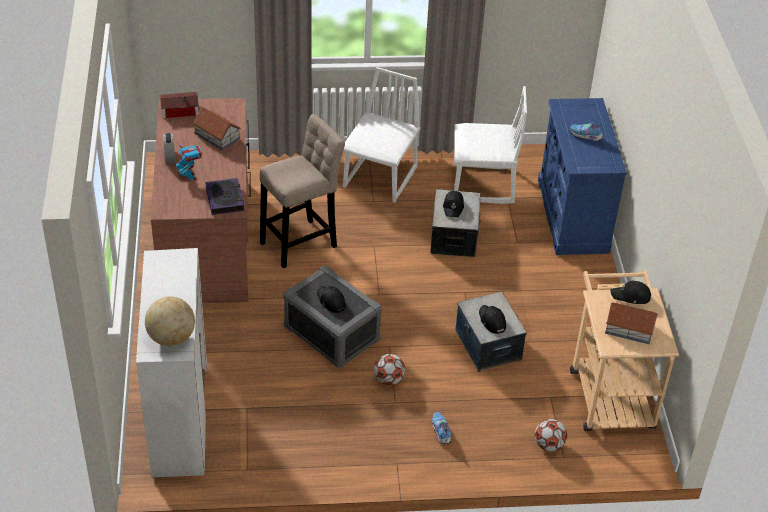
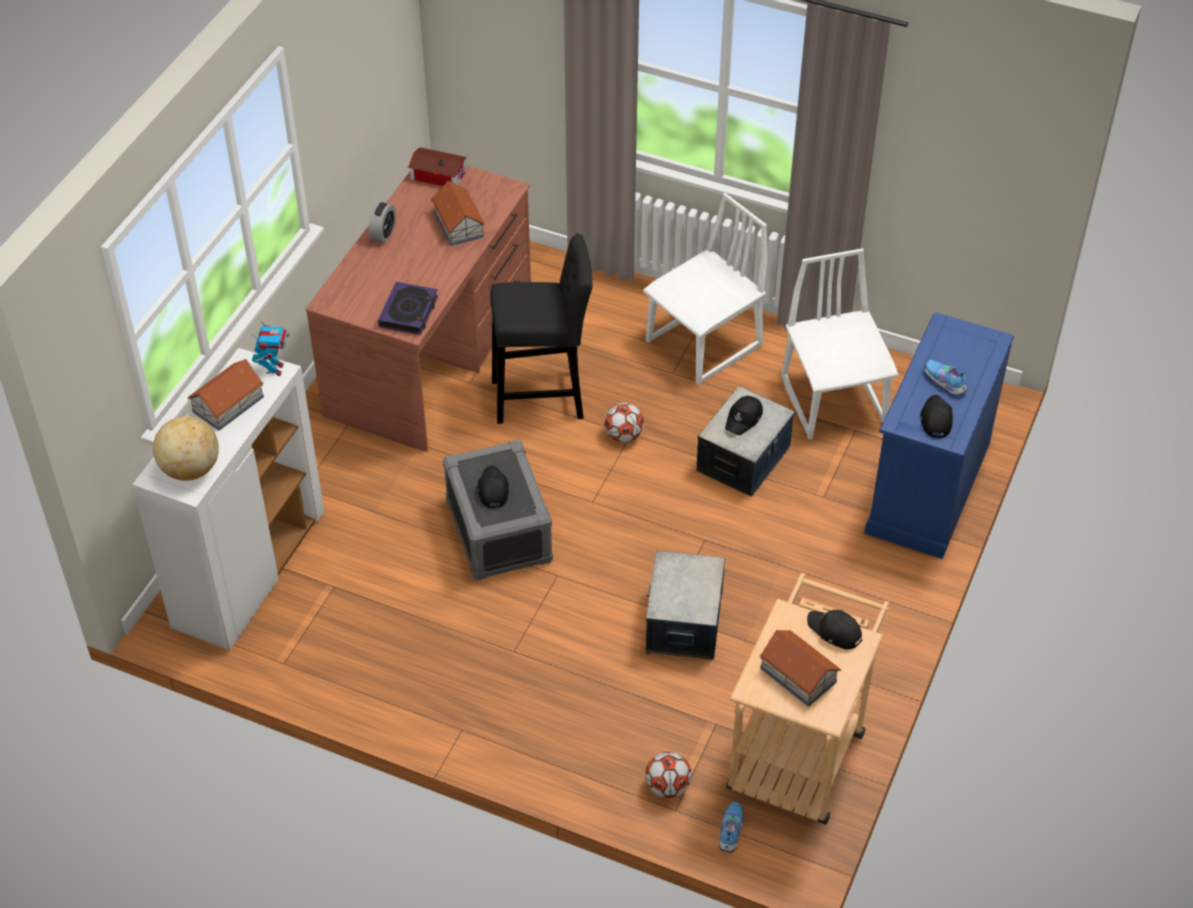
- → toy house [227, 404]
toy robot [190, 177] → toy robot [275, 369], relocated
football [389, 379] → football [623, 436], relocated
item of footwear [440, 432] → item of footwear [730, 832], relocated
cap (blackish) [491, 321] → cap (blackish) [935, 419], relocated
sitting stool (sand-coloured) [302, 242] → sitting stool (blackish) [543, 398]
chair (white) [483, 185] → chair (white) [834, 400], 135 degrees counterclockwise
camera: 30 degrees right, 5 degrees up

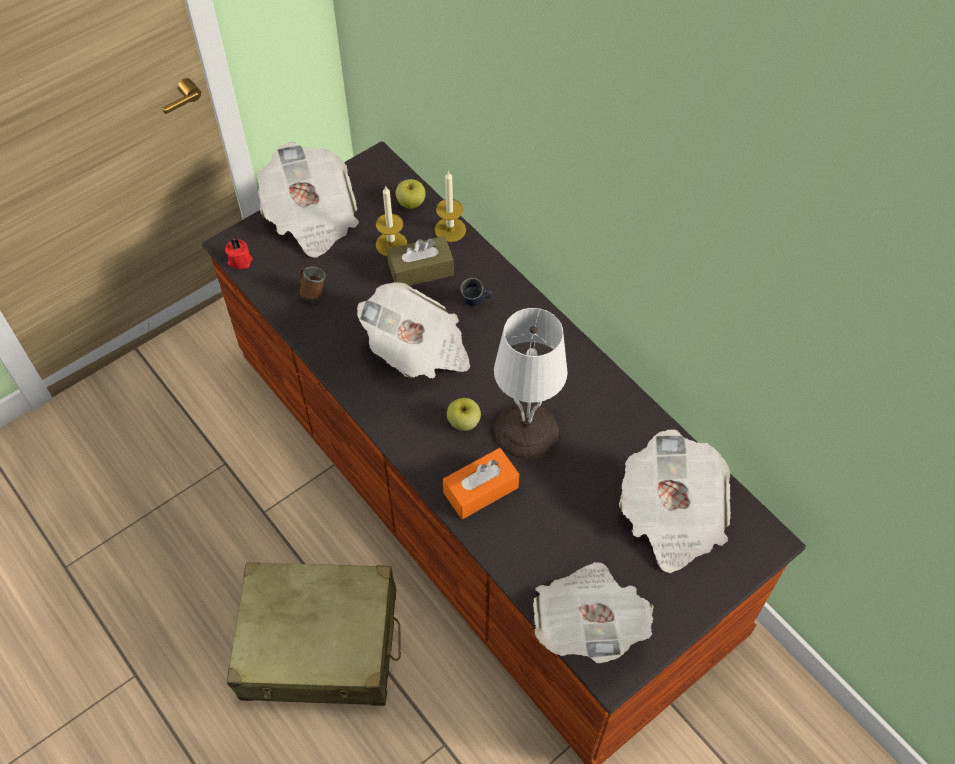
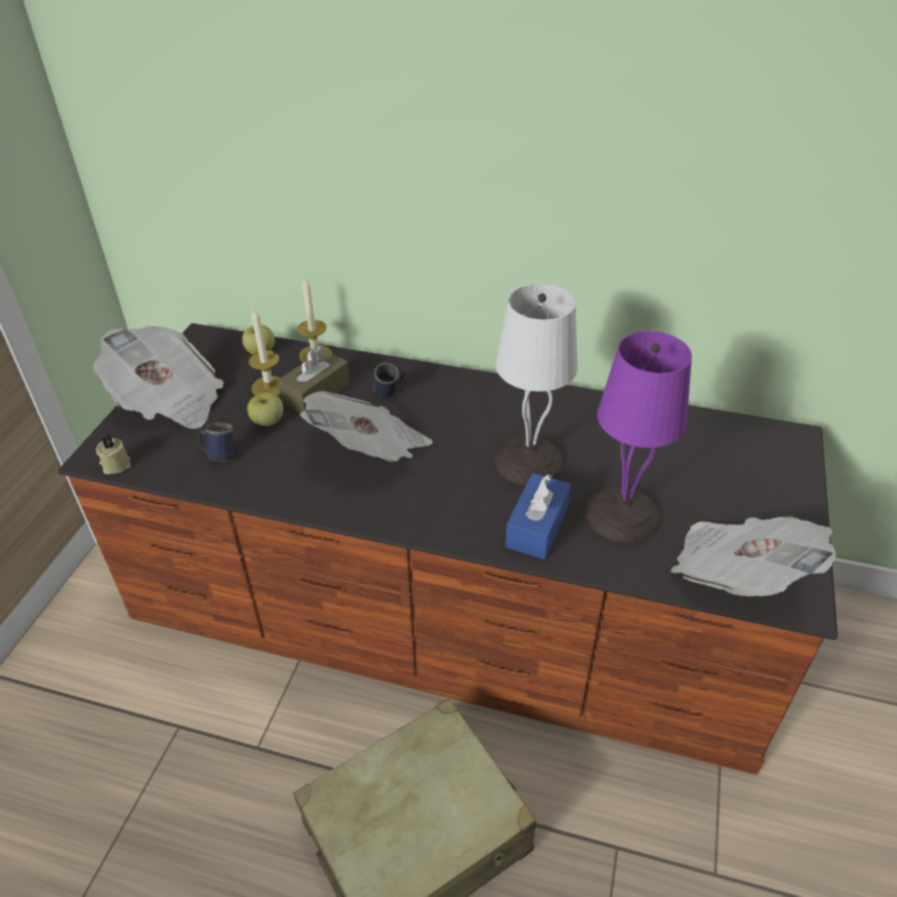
printed paper [671, 516] → -
- → tabletop lamp (purplish) [622, 516]
apple [463, 422] → apple [268, 421], relocated
candle (red) [240, 260] → candle (sand-coloured) [115, 465]
mug (brownish) [311, 291] → mug (blue) [219, 455]
tissue holder (orange) [480, 490] → tissue holder (blue) [537, 526]
camera: 35 degrees left, 15 degrees down

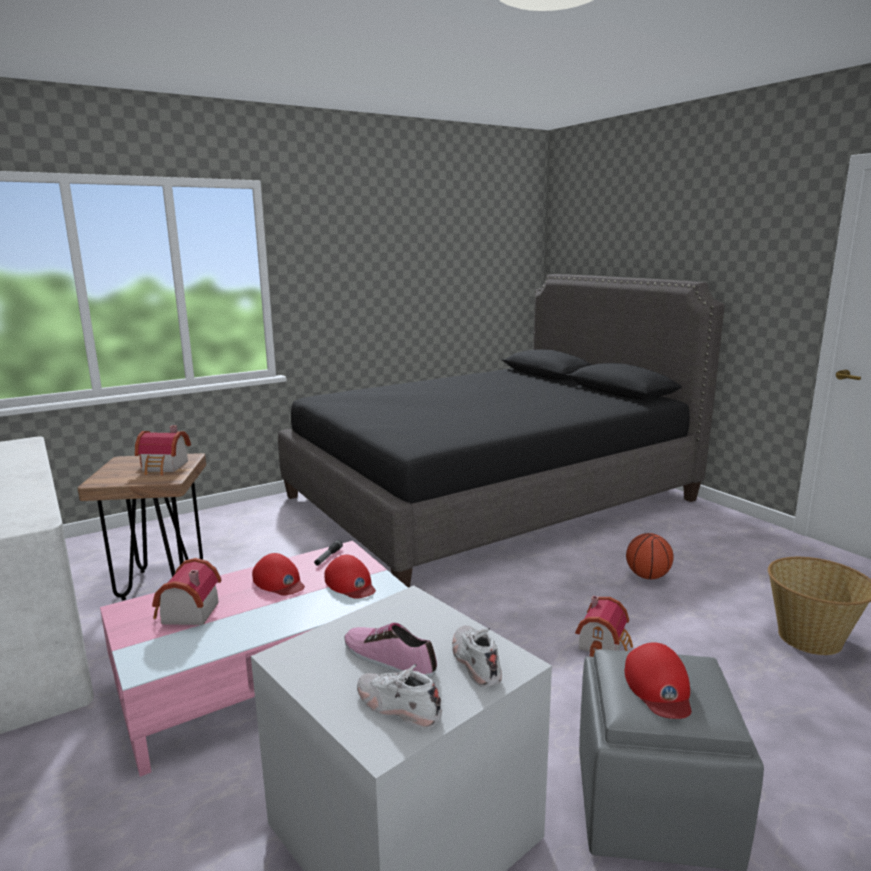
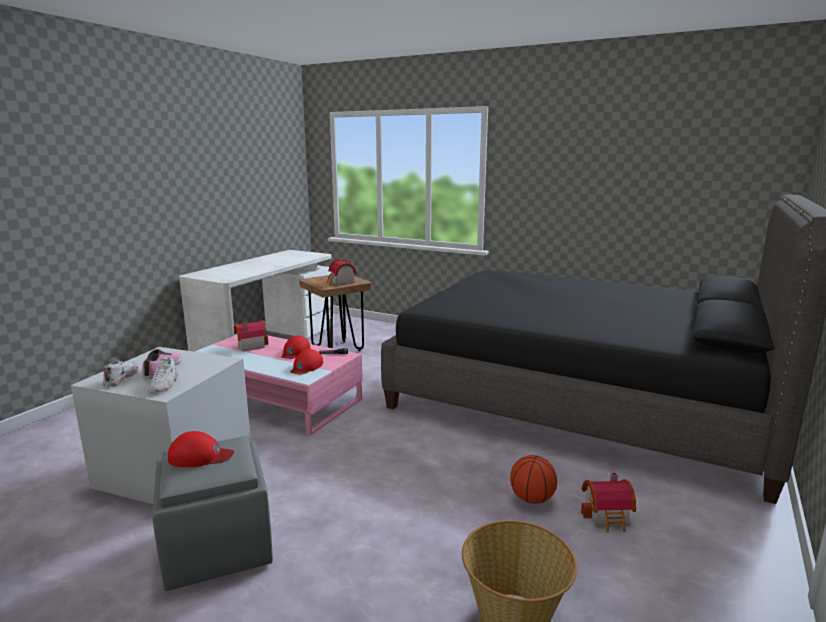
toy house [605, 644] → toy house [608, 517], relocated
item of footwear (white) [474, 661] → item of footwear (white) [164, 385], 135 degrees clockwise
cap (red) [658, 687] → cap (red) [200, 456], 150 degrees counterclockwise
camera: 60 degrees right, 0 degrees up

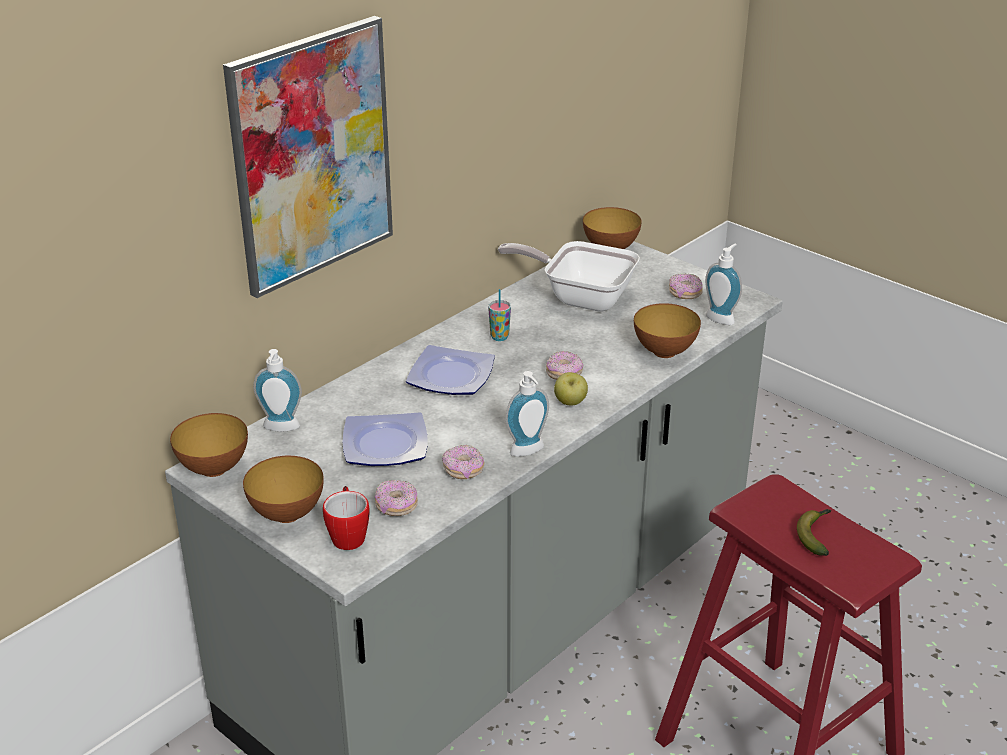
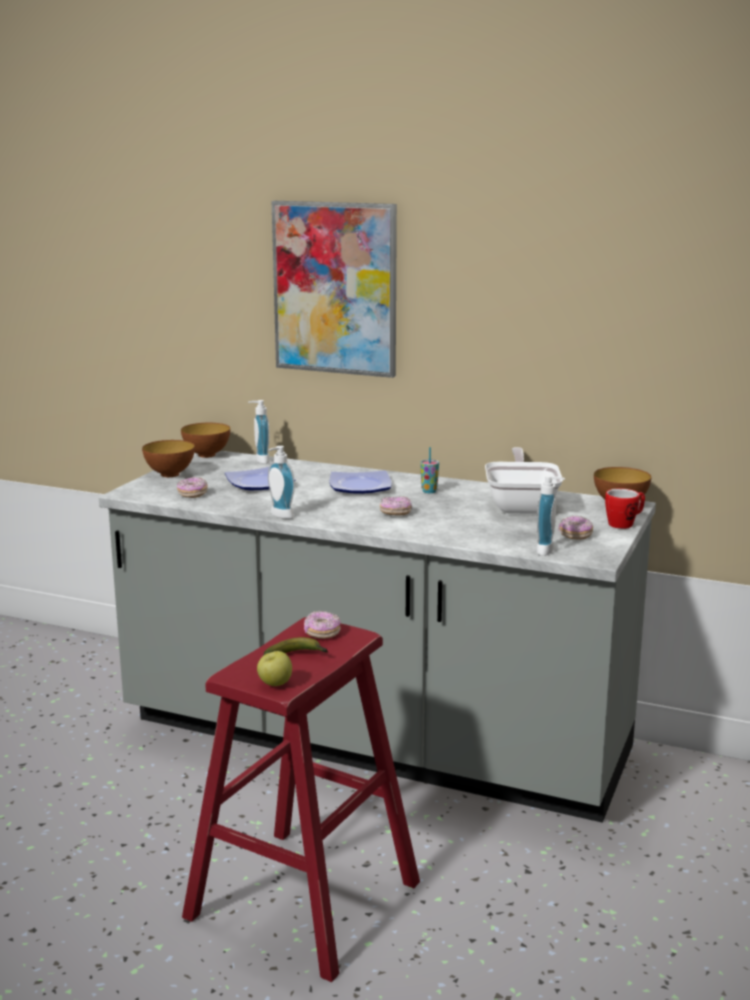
bowl [664, 352] → -
mug [348, 535] → mug [625, 524], relocated
ring doughnut [463, 470] → ring doughnut [322, 633], relocated
apple [570, 403] → apple [275, 684], relocated
camera: 70 degrees right, 15 degrees down

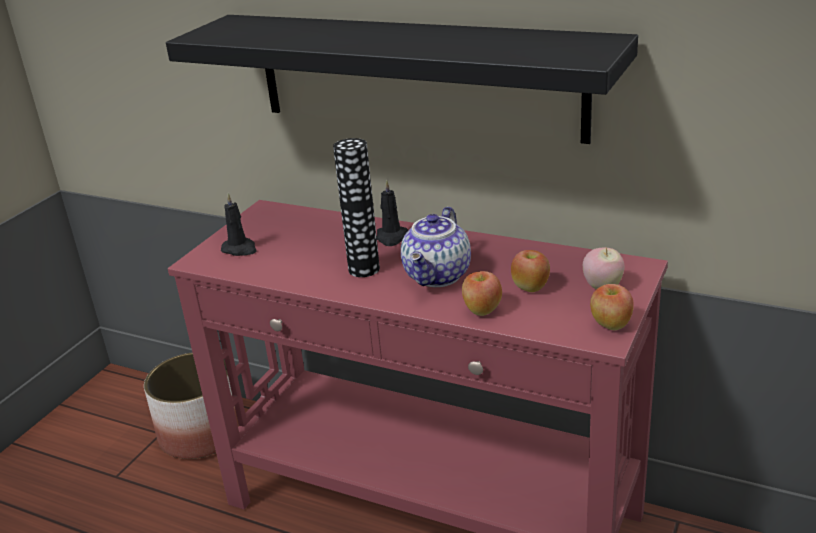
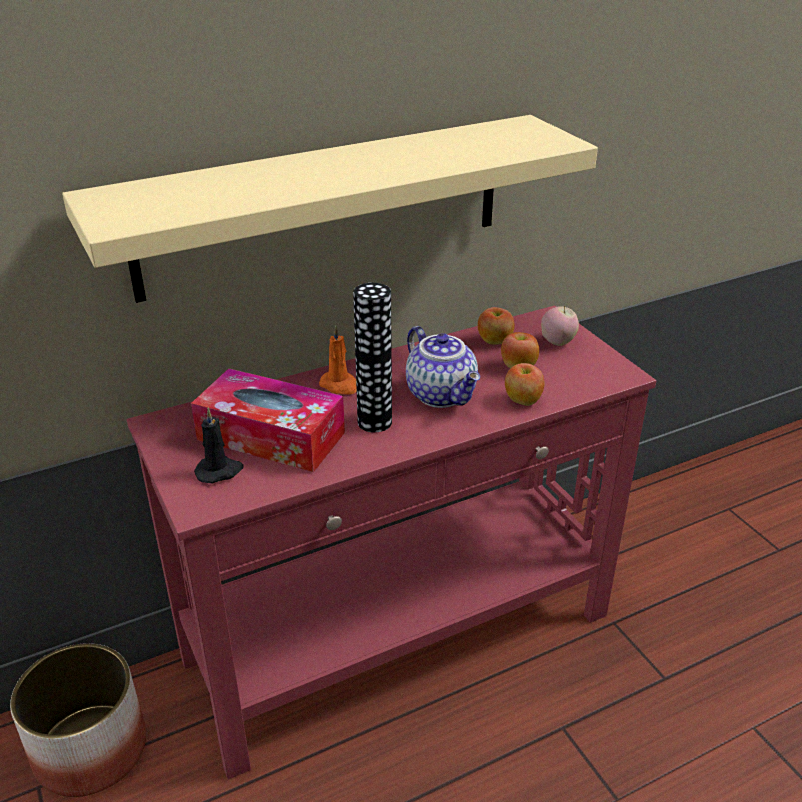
- → tissue holder [271, 436]
apple [610, 325] → apple [494, 341], relocated
shelf (blackish) [415, 75] → shelf (sand-coloured) [323, 206]
candle (blackish) [391, 237] → candle (orange) [339, 385]
camera: 55 degrees left, 5 degrees up

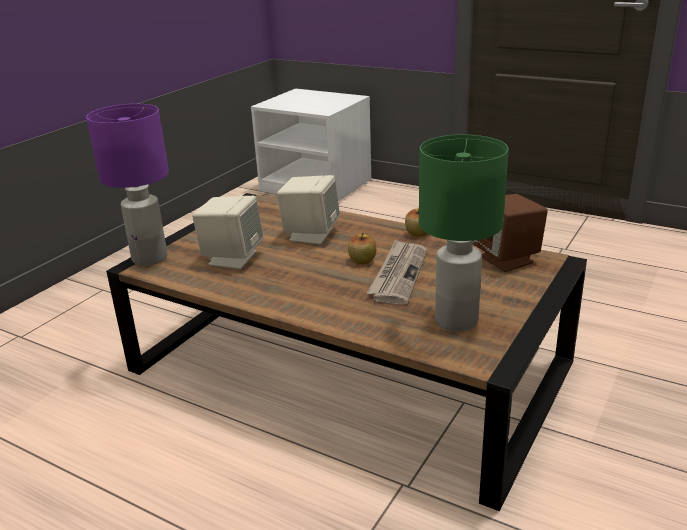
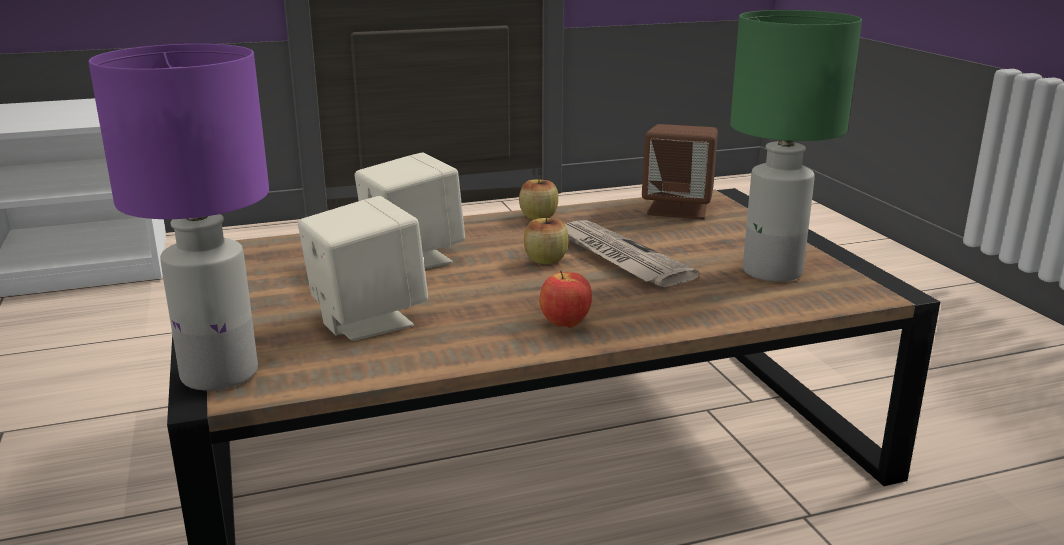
- → apple [565, 324]
camera: 50 degrees left, 5 degrees down

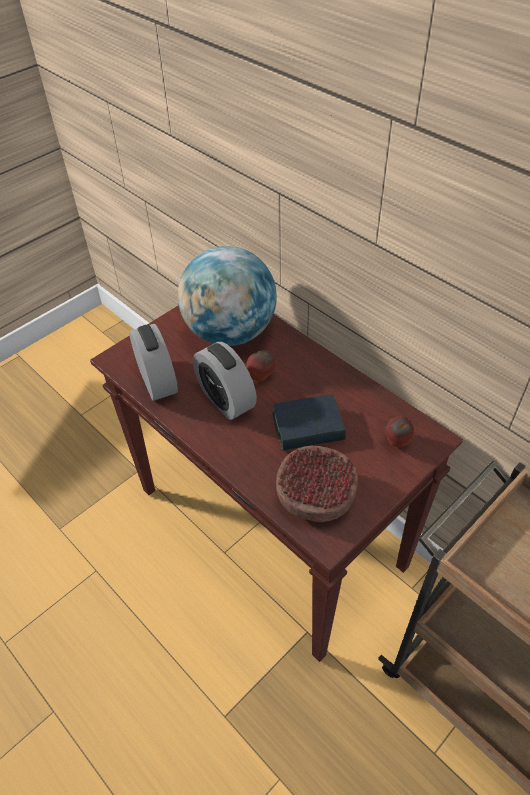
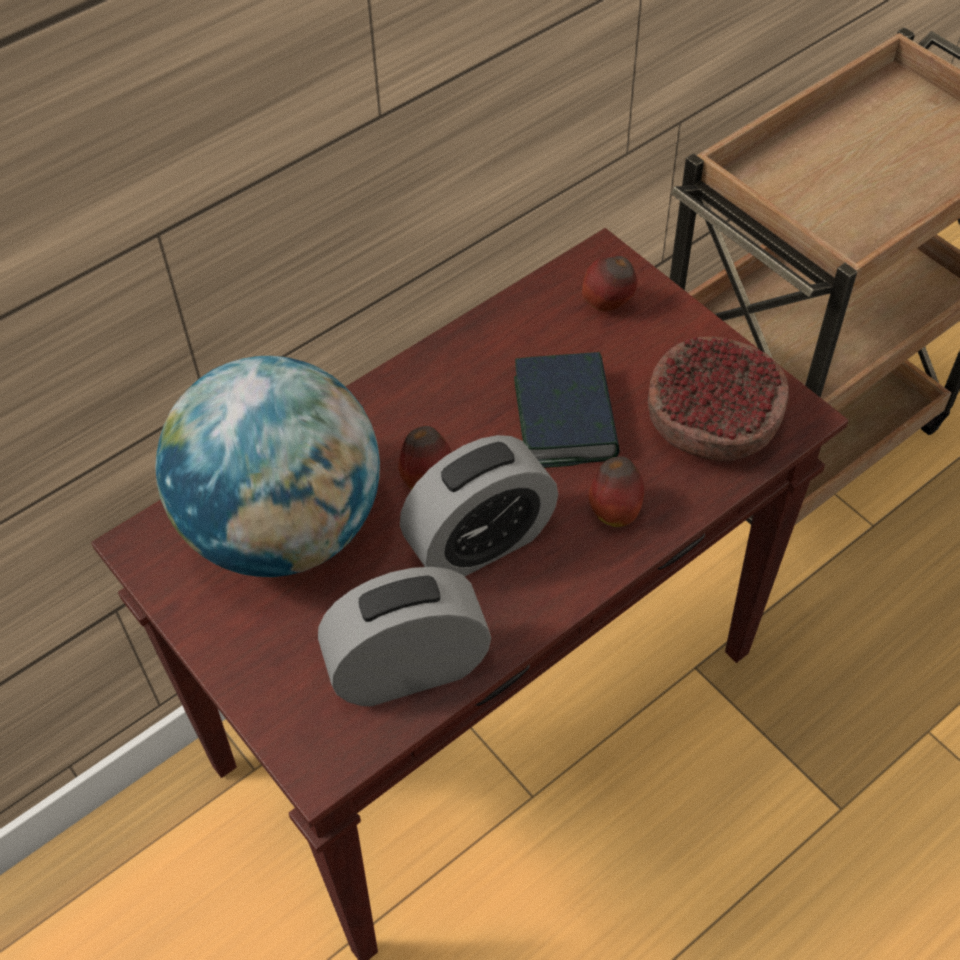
- → apple [614, 511]
camera: 85 degrees left, 5 degrees up

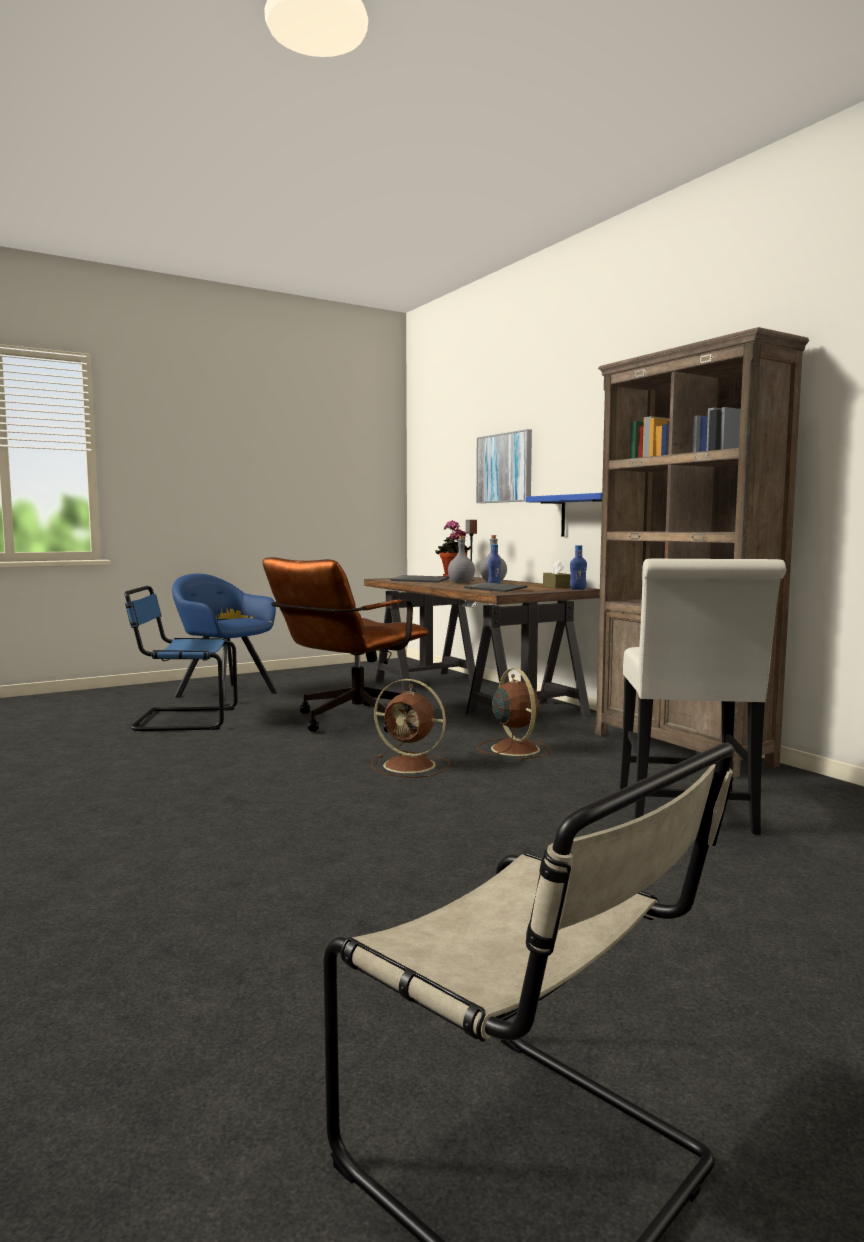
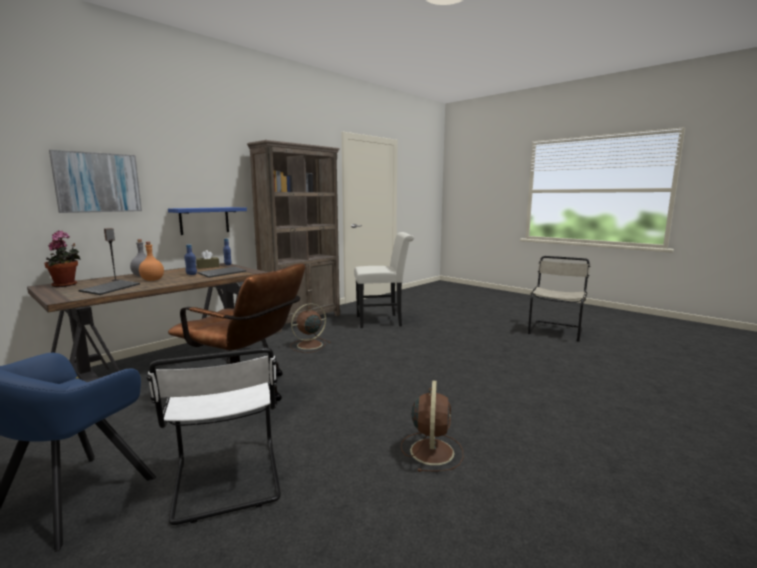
cooling fan (brownish) [411, 766] → cooling fan (brownish) [432, 450], relocated
chair (blue) [181, 720] → chair (white) [227, 483]
beverage bottle (greyish) [461, 583] → beverage bottle (orange) [152, 280]
camera: 105 degrees left, 5 degrees up

